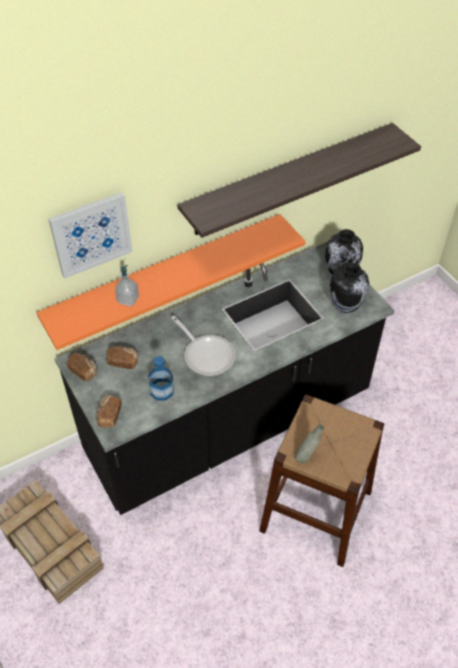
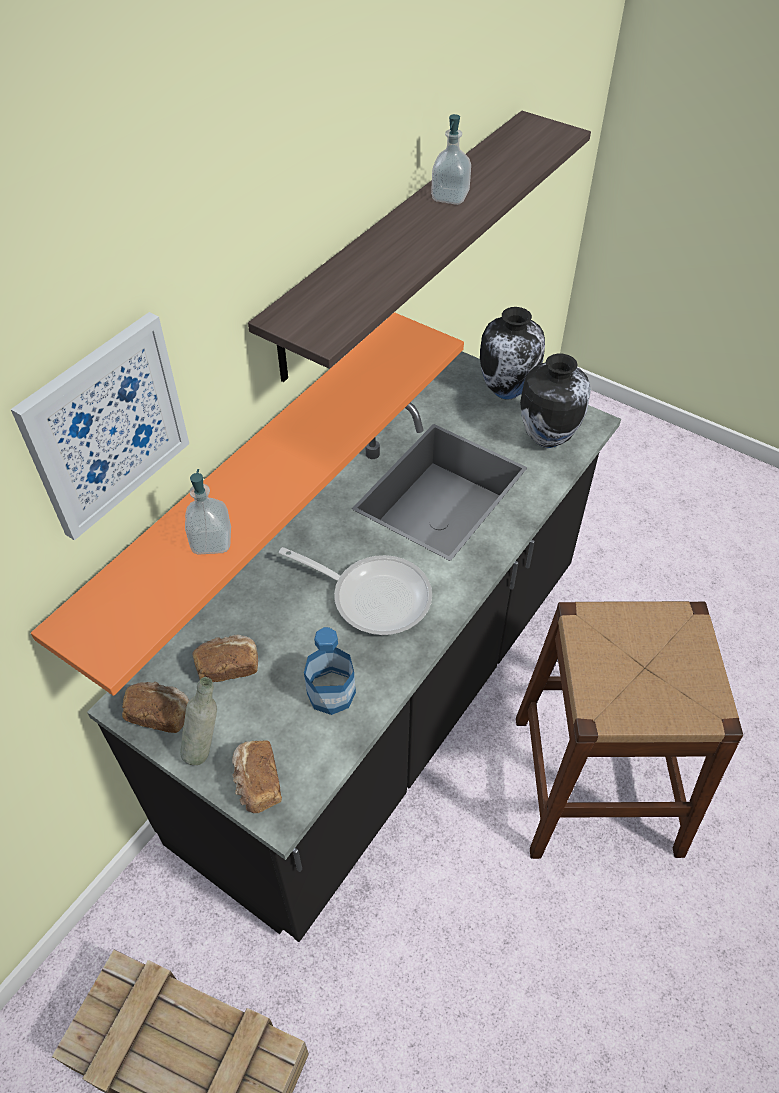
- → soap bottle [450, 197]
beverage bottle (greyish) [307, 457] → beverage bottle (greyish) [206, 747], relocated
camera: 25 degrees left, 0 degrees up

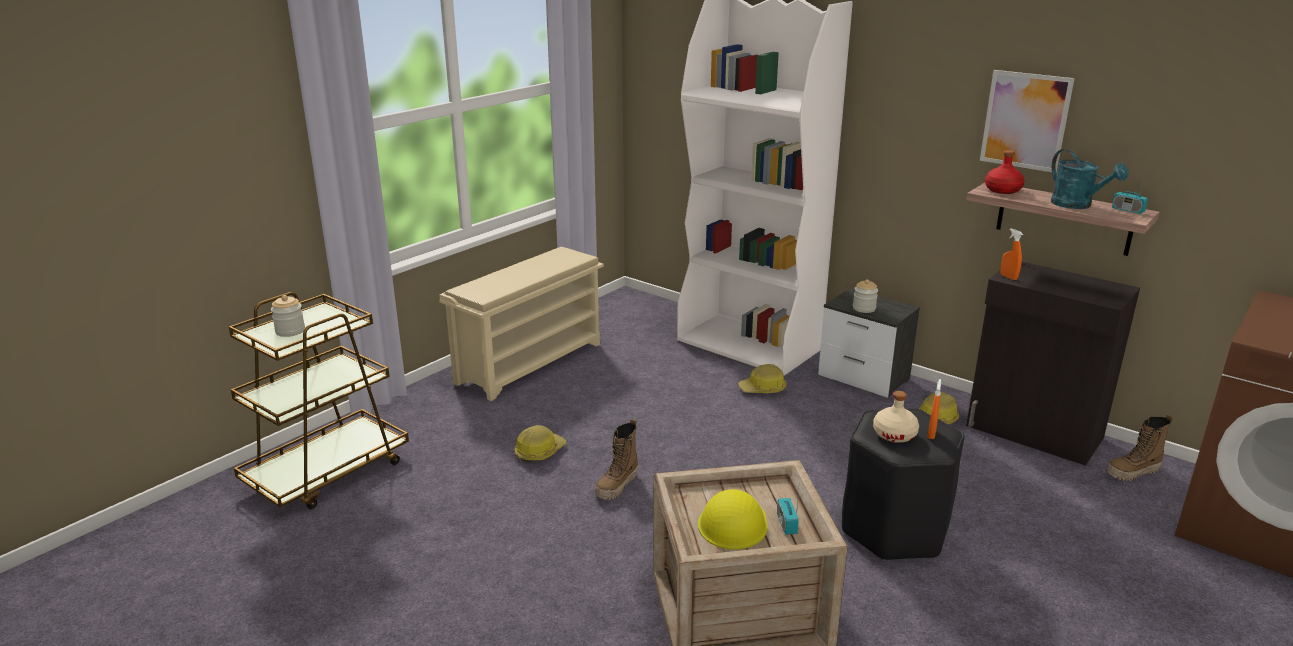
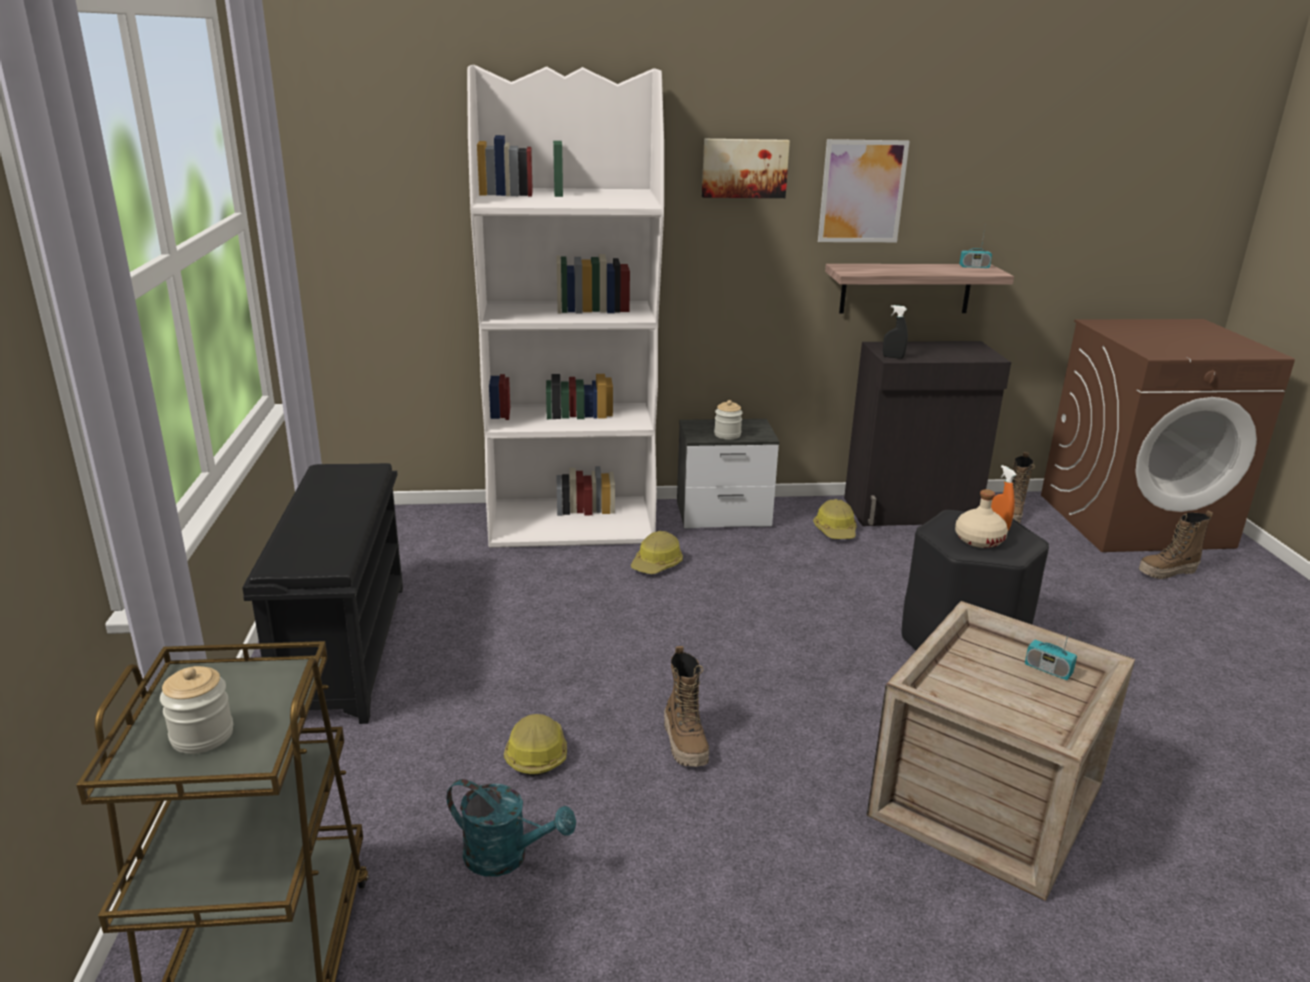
work helmet (yellow) [732, 523] → -
beverage bottle (red) [1002, 190] → -
- → picture [744, 168]
- → tall boot [1167, 572]
watering pot (blue-green) [1077, 205] → watering pot (blue-green) [506, 857], relocated
shoe stand (sand-coloured) [530, 362] → shoe stand (blackish) [344, 648]
hand sprayer (orange) [1008, 277] → hand sprayer (blackish) [893, 357]
camera: 45 degrees left, 0 degrees up

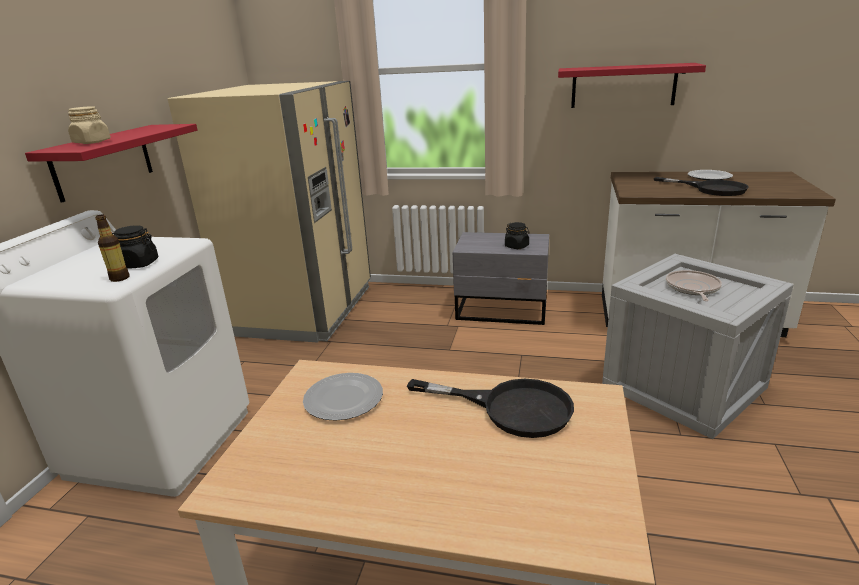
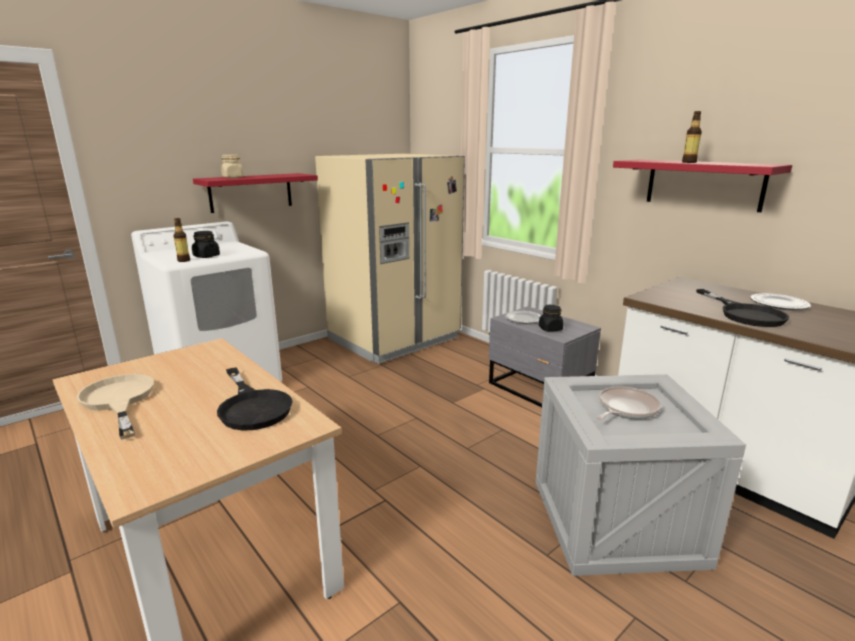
- → pan (sand-coloured) [118, 401]
- → beverage bottle [689, 162]
plate [342, 399] → plate [522, 318], relocated
camera: 35 degrees right, 5 degrees down

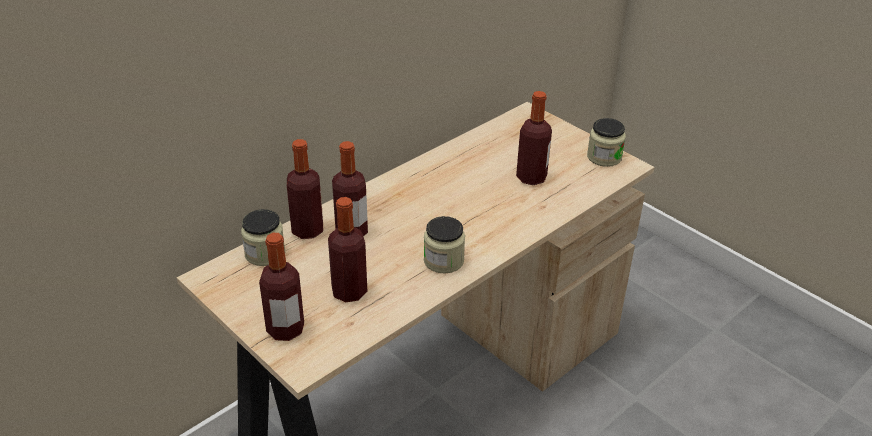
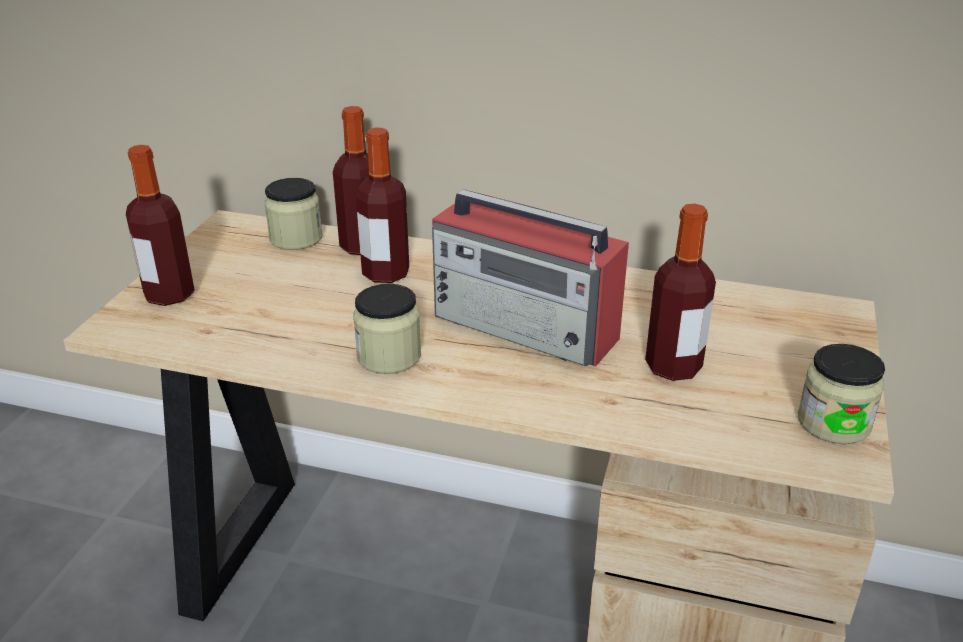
beverage bottle [349, 291] → -
- → radio set [527, 327]
camera: 60 degrees right, 5 degrees down

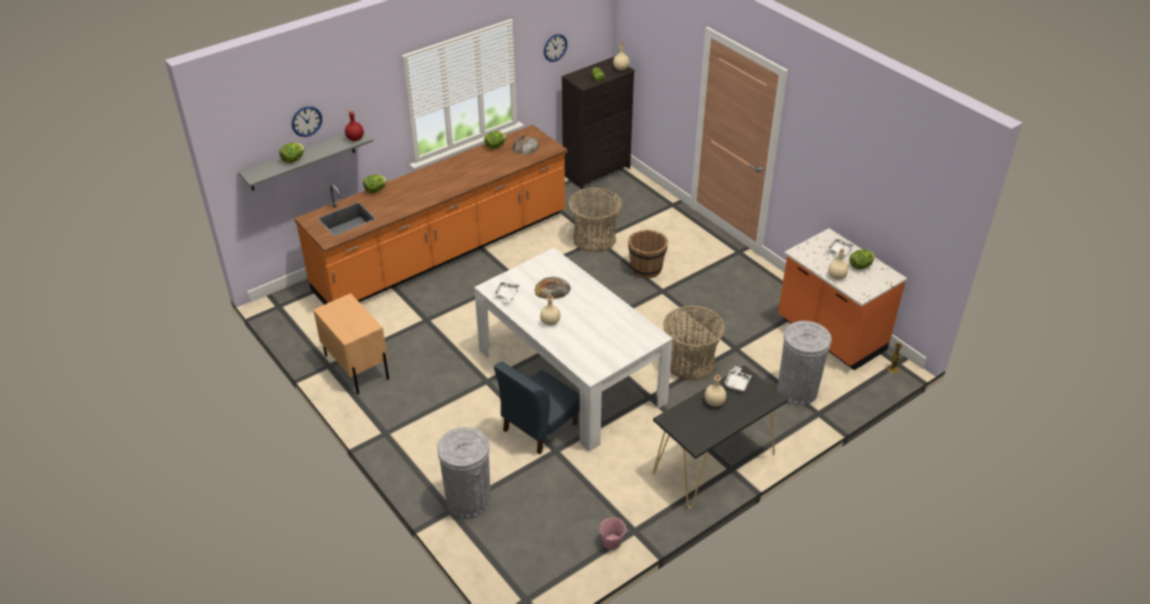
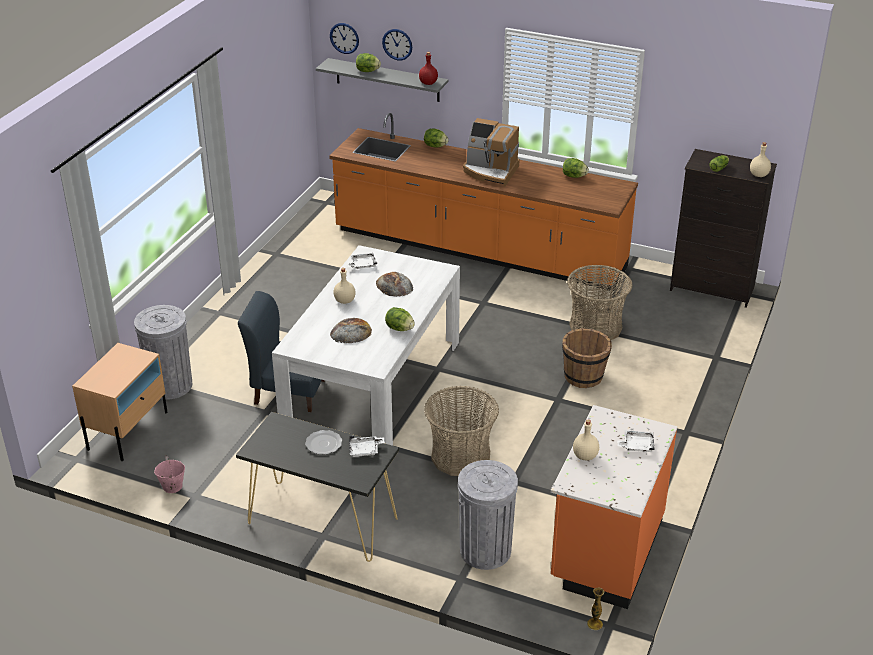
- → coffee maker [490, 171]
bedside table (sand-coloured) [356, 367] → bedside table (sand-coloured) [128, 430], relocated
bread [525, 146] → bread [351, 332], relocated
wall clock [555, 47] → wall clock [344, 38], relocated
head of lettuce [860, 266] → head of lettuce [399, 328], relocated
beverage bottle (sand-coloured) [714, 402] → plate [323, 443]
camera: 60 degrees right, 5 degrees down

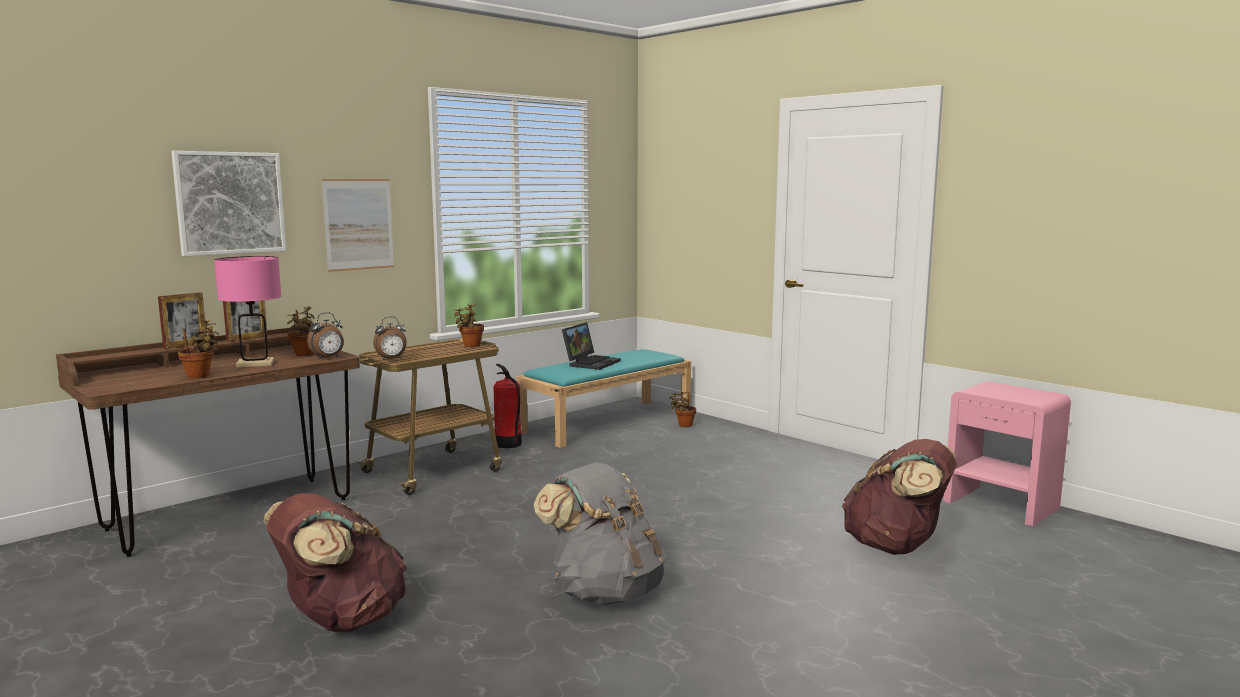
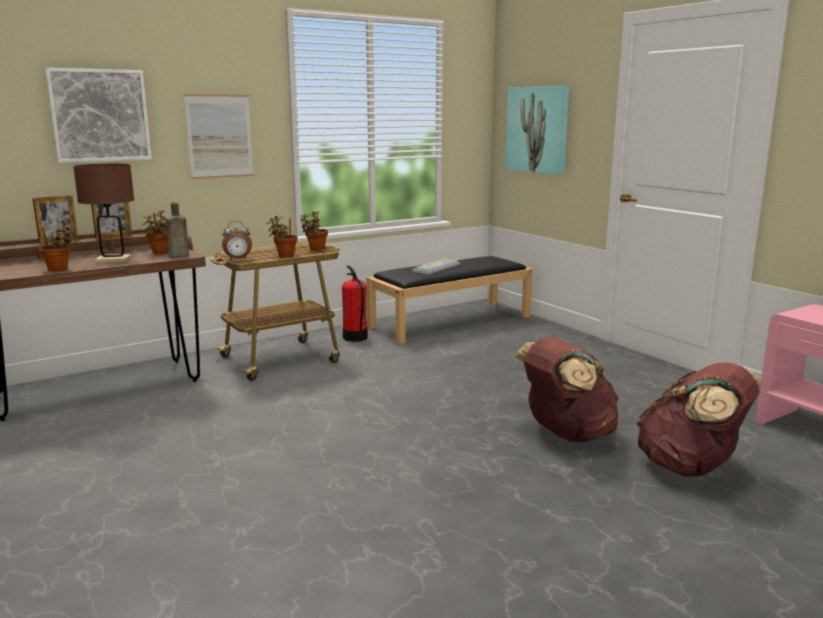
backpack (greyish) [604, 591] → -
- → picture [536, 129]
backpack (brownish) [340, 620] → backpack (brownish) [566, 434], relocated
houseplant [683, 425] → houseplant [284, 256], relocated
alarm clock [328, 358] → beverage bottle (brownish) [177, 256]
laptop [591, 363] → computer keyboard [436, 267]
tabletop lamp (pinkish) [255, 364] → tabletop lamp (brownish) [113, 260]
indoor bench (blue-green) [607, 422] → indoor bench (blackish) [451, 321]
camera: 10 degrees right, 5 degrees up

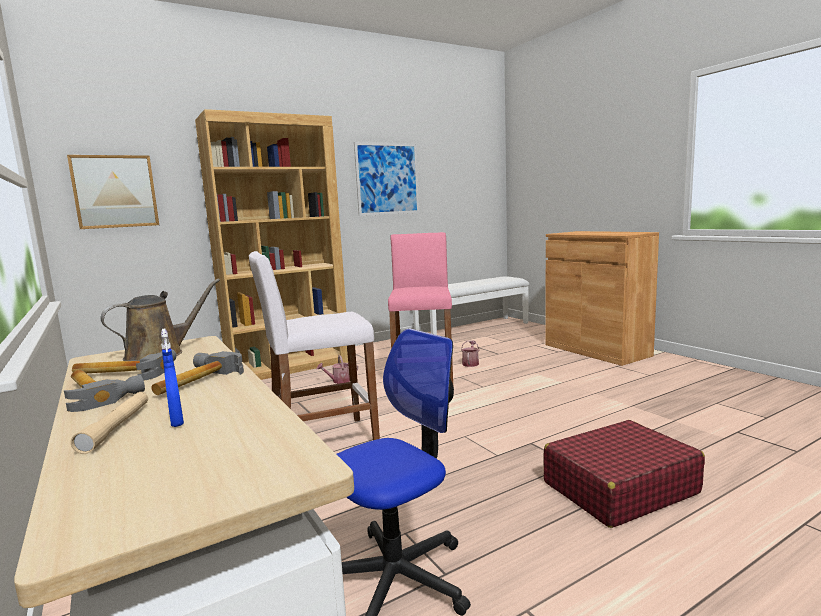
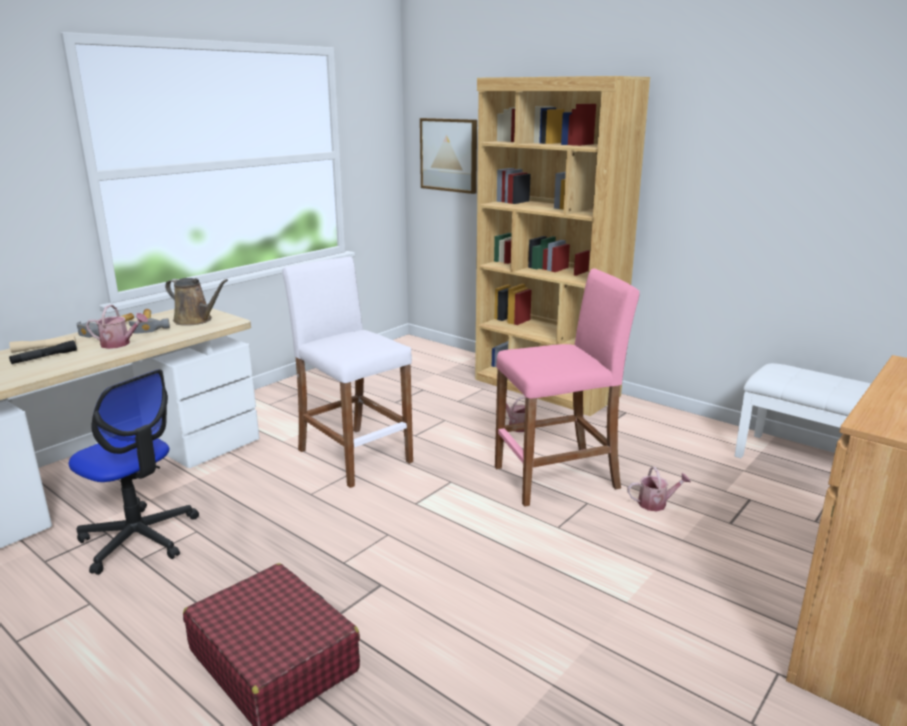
picture [387, 179] → -
hammer [194, 381] → watering pot [119, 344]
hand sprayer (blue) [177, 422] → flashlight (blackish) [44, 357]
camera: 70 degrees right, 10 degrees up

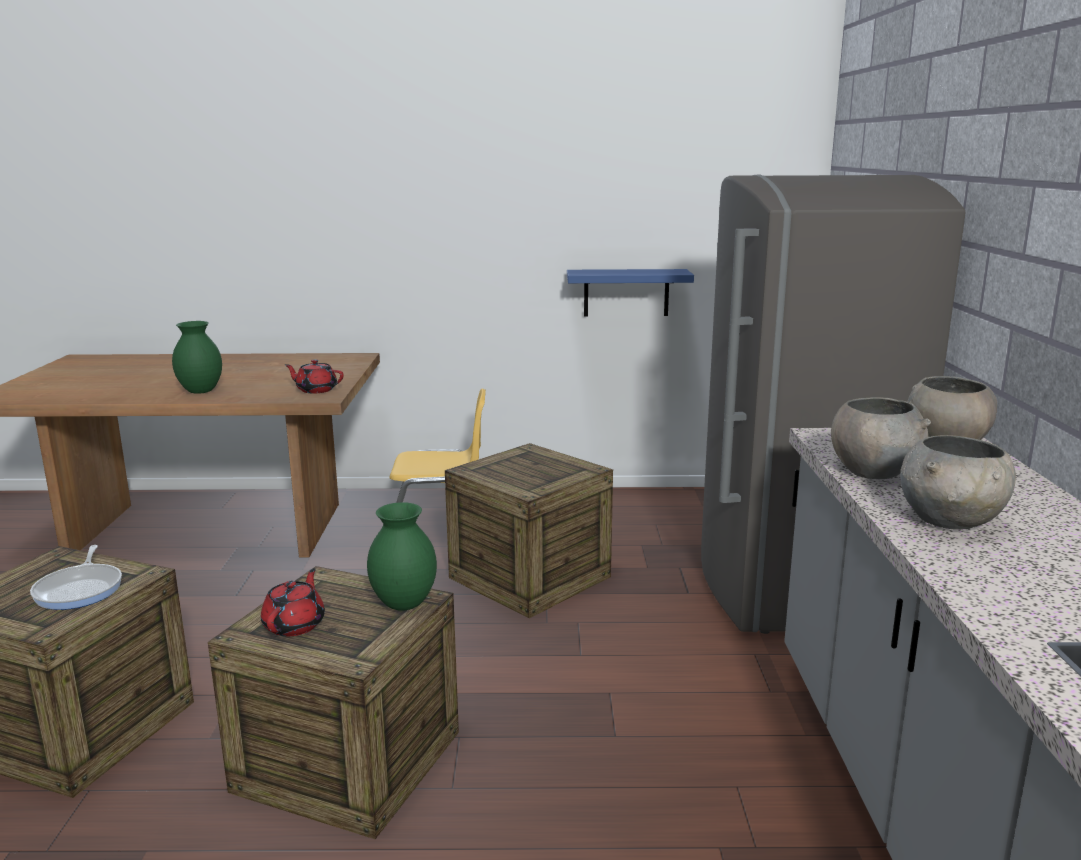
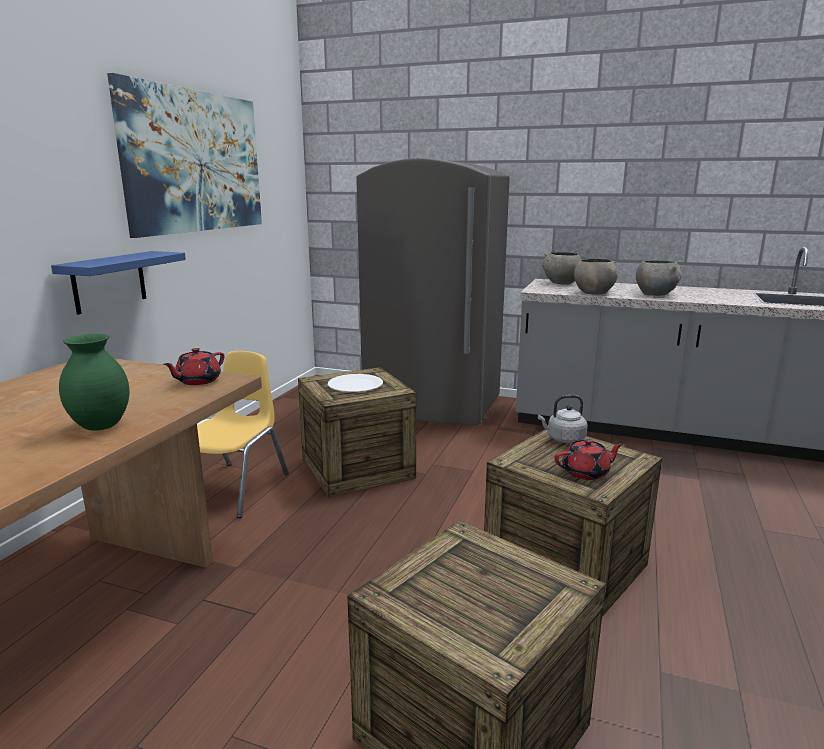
pan [80, 589] → -
- → picture [195, 162]
- → plate (white) [355, 385]
shelf (blue) [626, 292] → shelf (blue) [109, 282], relocated
flower vase (greenish) [403, 604] → tea kettle (greyish) [563, 439]
tea pot (red) [295, 625] → tea pot (red) [586, 473], 135 degrees clockwise
camera: 70 degrees left, 0 degrees up

